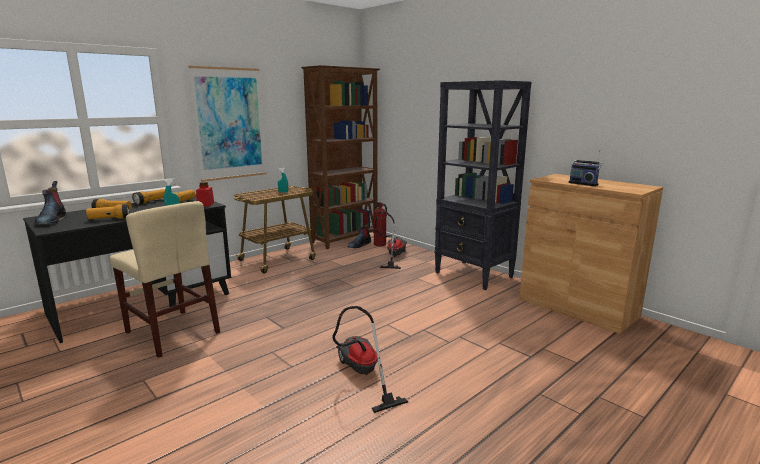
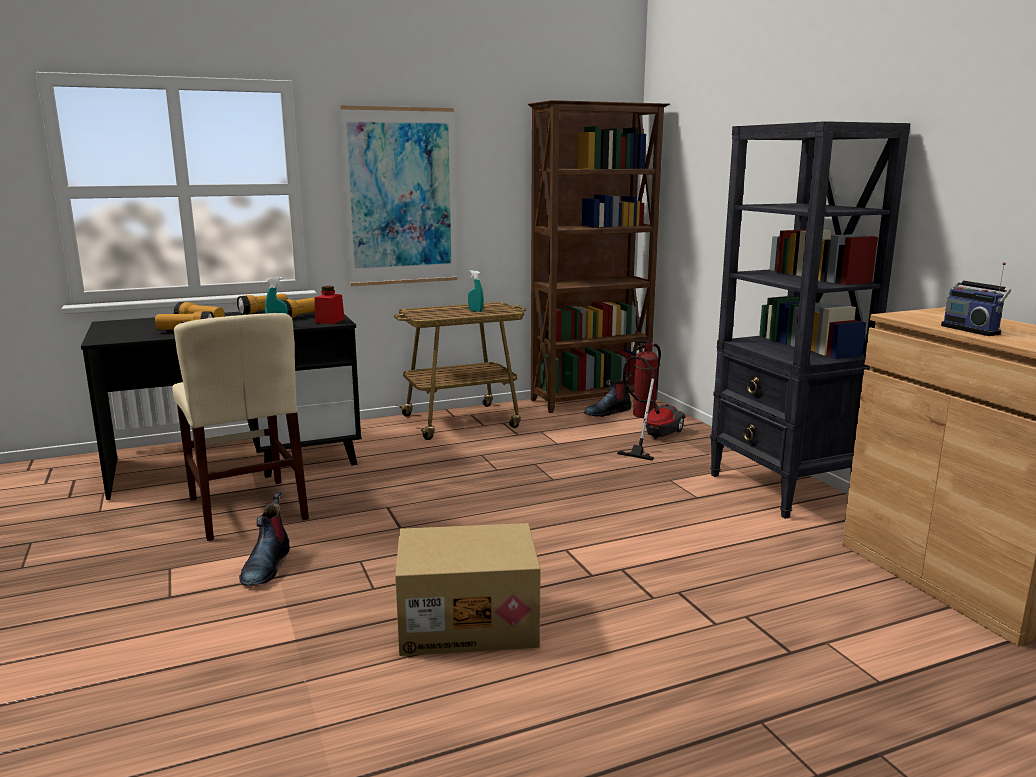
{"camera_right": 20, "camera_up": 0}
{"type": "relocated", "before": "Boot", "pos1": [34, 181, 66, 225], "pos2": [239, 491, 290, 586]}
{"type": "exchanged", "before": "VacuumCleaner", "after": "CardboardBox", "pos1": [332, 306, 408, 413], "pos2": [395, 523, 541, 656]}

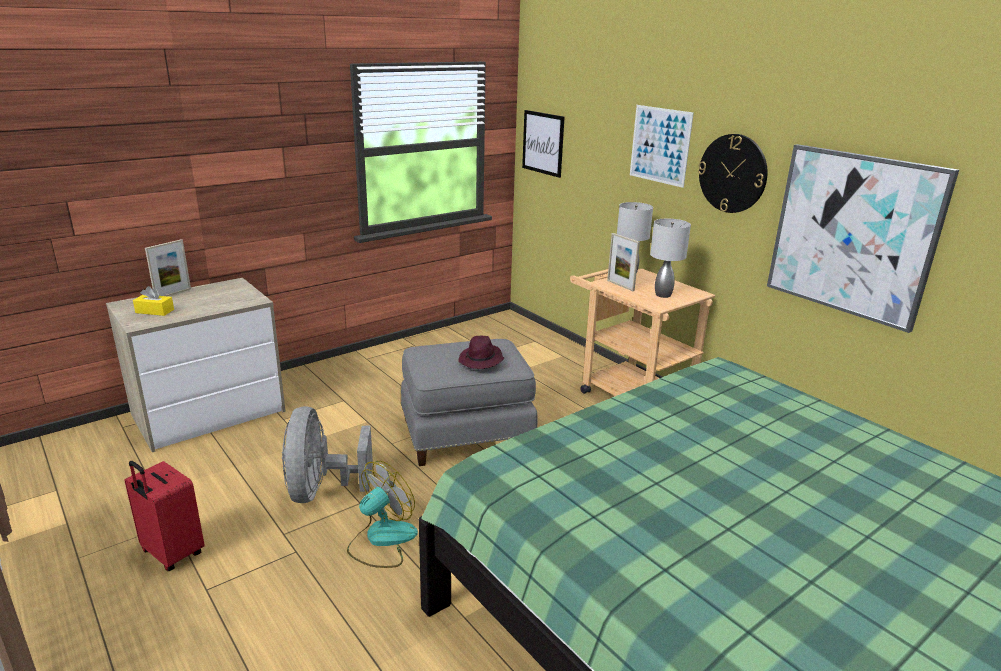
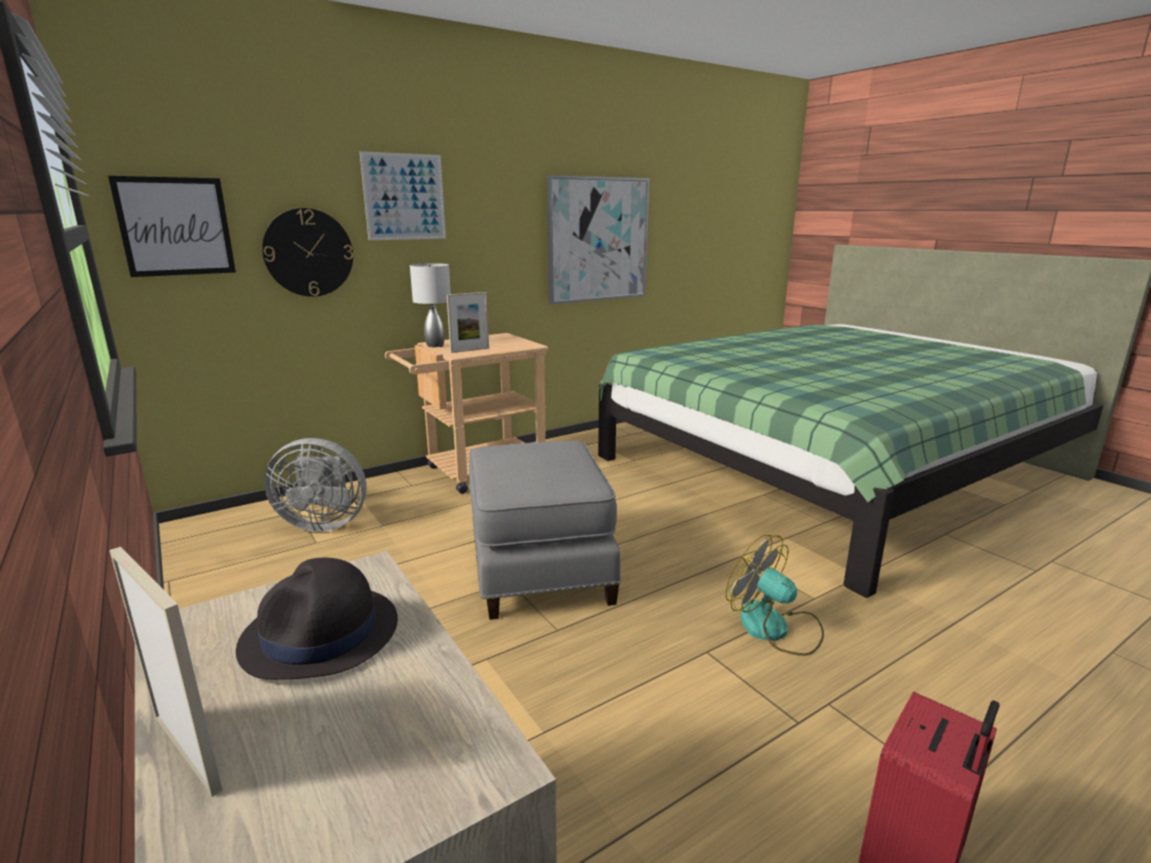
{"camera_right": -85, "camera_up": -5}
{"type": "appeared", "after": "BlackHat", "pos2": [236, 558, 398, 680]}
{"type": "relocated", "before": "WallClock", "pos1": [698, 134, 768, 213], "pos2": [262, 208, 353, 297]}
{"type": "relocated", "before": "GreyFan", "pos1": [282, 406, 373, 503], "pos2": [264, 438, 367, 532]}
{"type": "missing", "before": "YellowTissueBox", "pos1": [133, 286, 174, 316]}
{"type": "missing", "before": "PurpleHat", "pos1": [458, 336, 504, 369]}
{"type": "missing", "before": "GreyTableLamp", "pos1": [650, 219, 691, 298]}

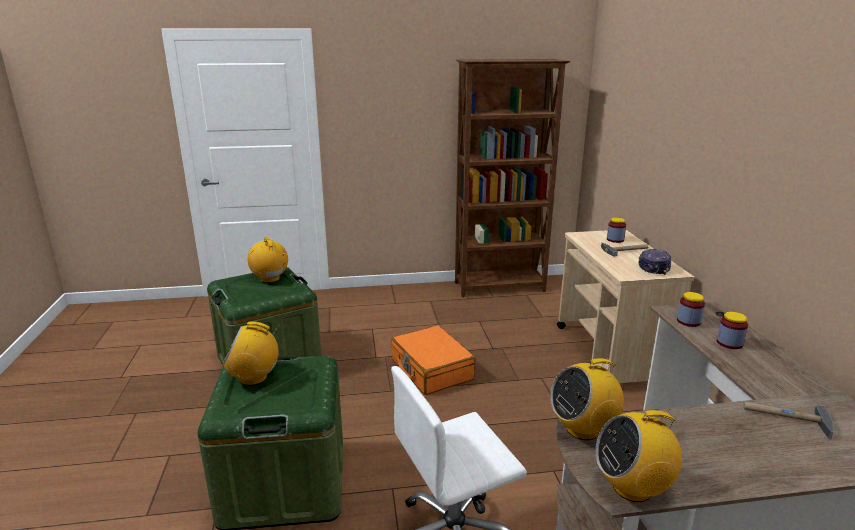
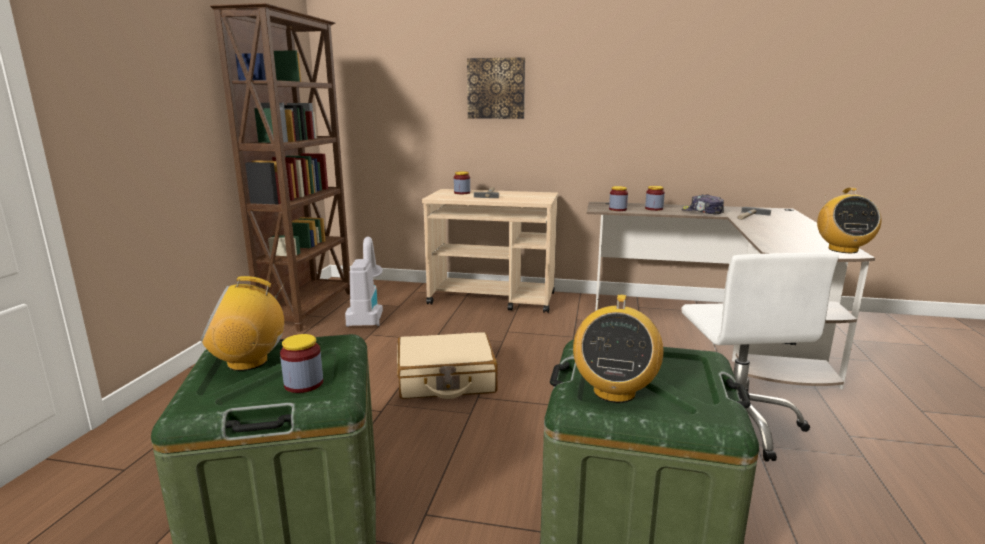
{"camera_right": -70, "camera_up": -5}
{"type": "appeared", "after": "Jar", "pos2": [280, 334, 323, 393]}
{"type": "appeared", "after": "VacuumCleaner", "pos2": [345, 237, 383, 327]}
{"type": "colour", "before": "OrangeSuitcase", "after": "BeigeSuitcase", "pos1": [391, 325, 476, 395], "pos2": [397, 332, 498, 399]}
{"type": "appeared", "after": "Picture", "pos2": [467, 57, 525, 119]}
{"type": "relocated", "before": "Cap", "pos1": [638, 249, 671, 275], "pos2": [681, 194, 724, 214]}
{"type": "missing", "before": "Radio", "pos1": [550, 357, 624, 440]}

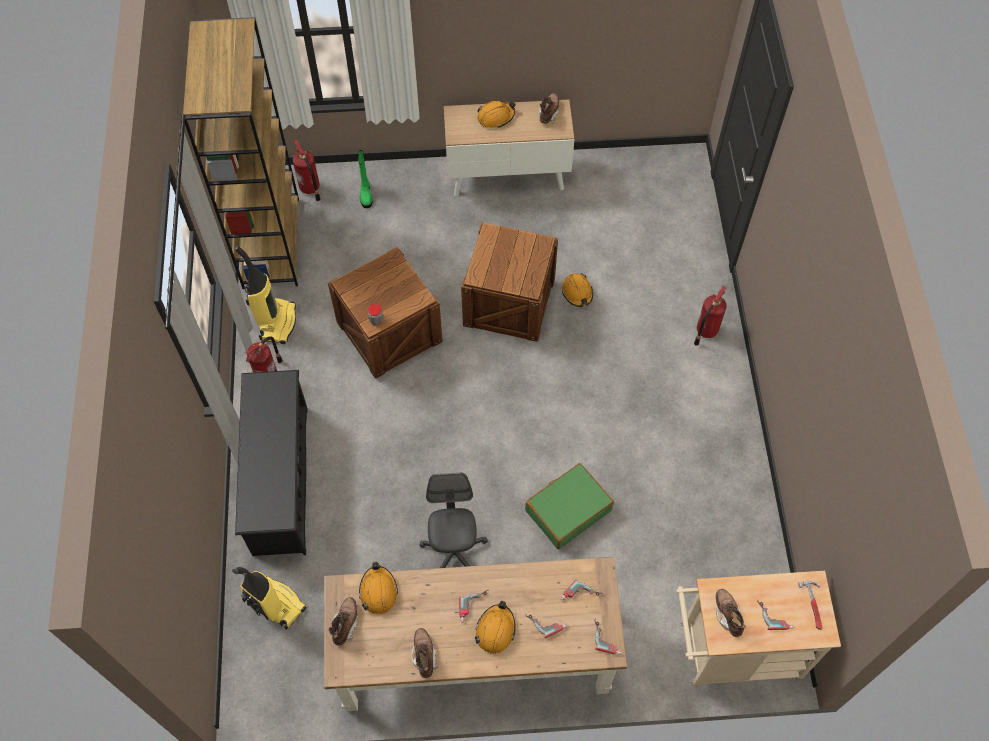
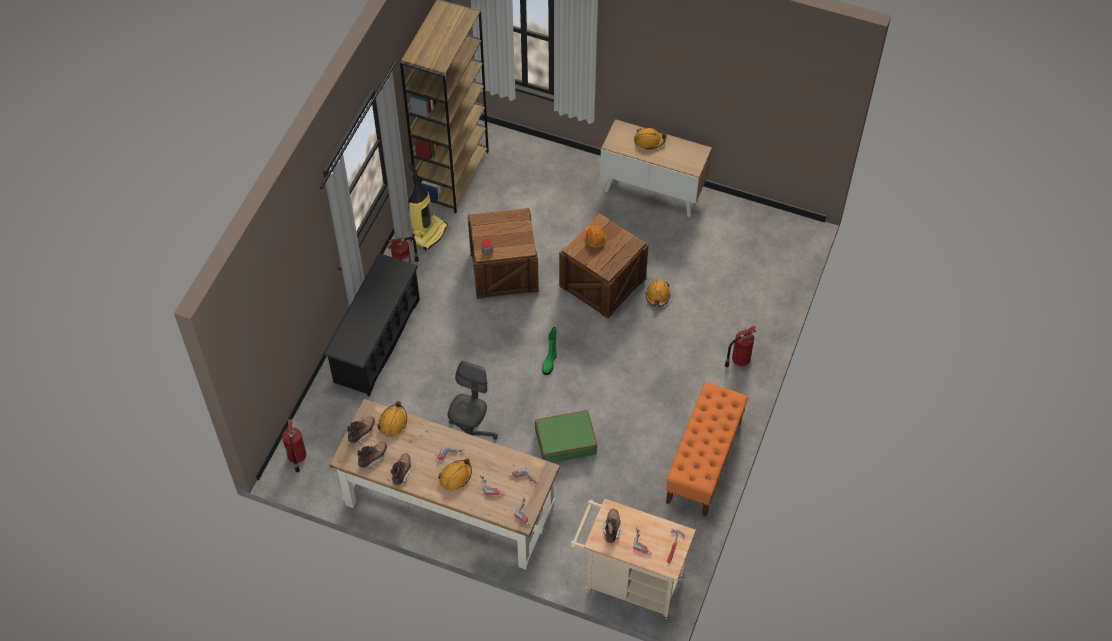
{"camera_right": 25, "camera_up": -5}
{"type": "relocated", "before": "FireExtinguisher", "pos1": [293, 140, 321, 201], "pos2": [282, 419, 306, 473]}
{"type": "relocated", "before": "BrownBoot", "pos1": [539, 93, 560, 124], "pos2": [357, 442, 387, 469]}
{"type": "relocated", "before": "GreenBoot", "pos1": [358, 150, 373, 208], "pos2": [542, 327, 557, 375]}
{"type": "appeared", "after": "OrangeHardHat", "pos2": [585, 225, 606, 248]}
{"type": "appeared", "after": "OrangeBench", "pos2": [666, 383, 748, 517]}
{"type": "missing", "before": "VacuumCleaner", "pos1": [232, 567, 306, 630]}

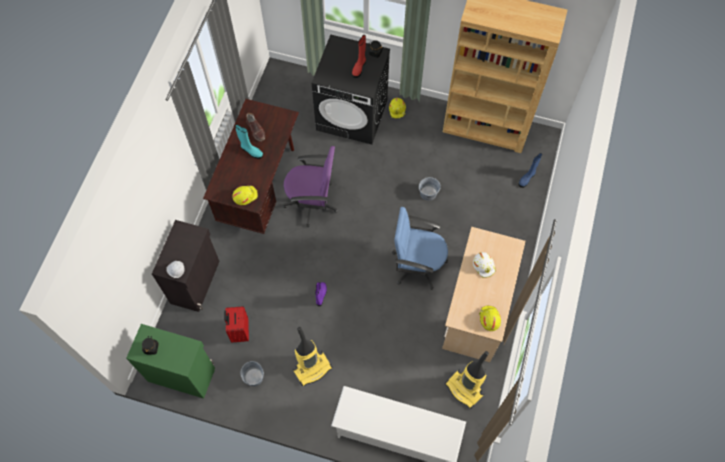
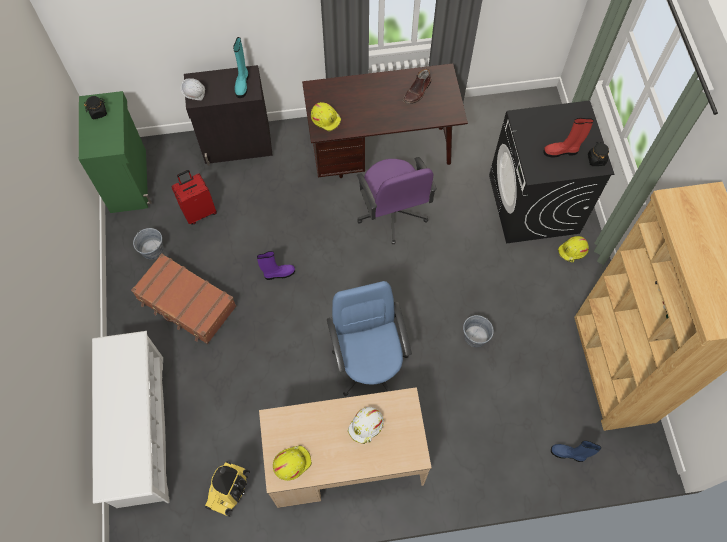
{"camera_right": 65, "camera_up": 0}
{"type": "exchanged", "before": "VacuumCleaner", "after": "BrownSuitcase", "pos1": [293, 327, 333, 386], "pos2": [131, 253, 236, 344]}
{"type": "relocated", "before": "TurquoiseBoot", "pos1": [235, 125, 263, 159], "pos2": [233, 37, 249, 98]}

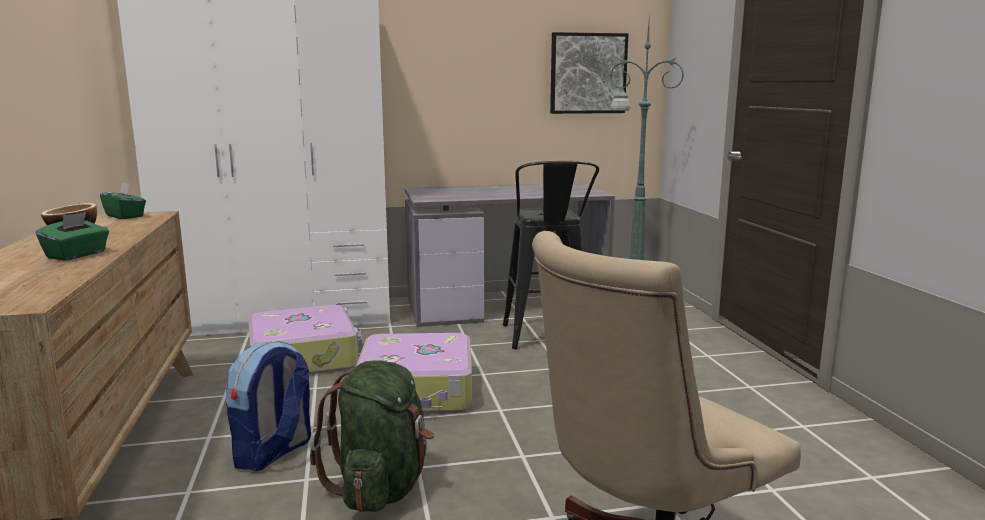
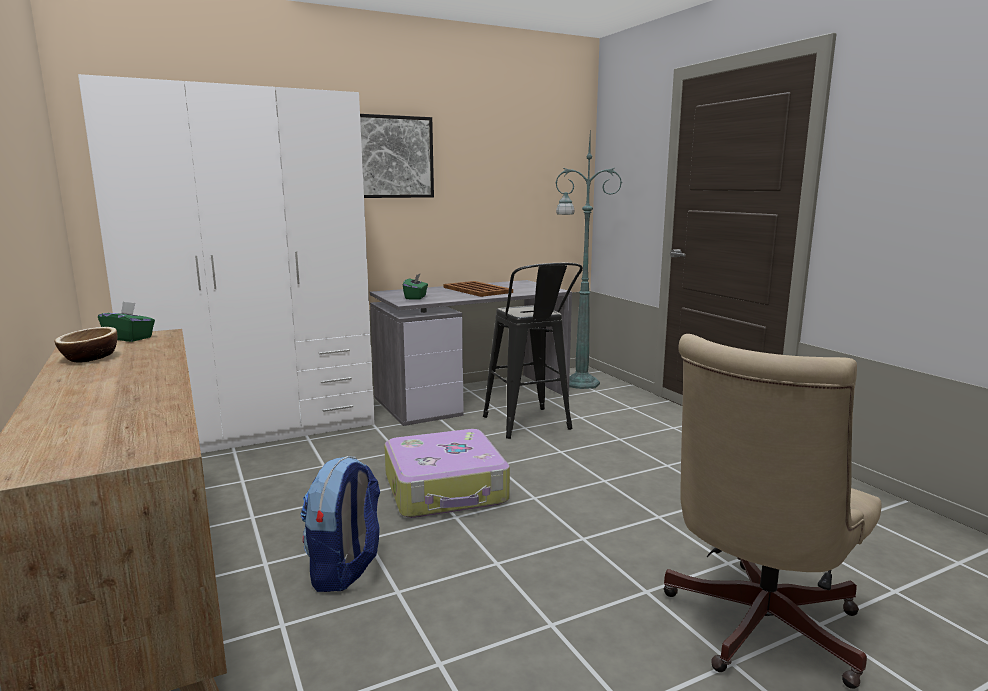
{"camera_right": -15, "camera_up": 0}
{"type": "relocated", "before": "Picture", "pos1": [550, 32, 628, 114], "pos2": [360, 114, 434, 198]}
{"type": "relocated", "before": "GreenTissueBox", "pos1": [36, 212, 109, 261], "pos2": [403, 273, 428, 300]}
{"type": "appeared", "after": "BrownTray", "pos2": [443, 281, 513, 297]}
{"type": "missing", "before": "Suitcase", "pos1": [249, 305, 362, 374]}
{"type": "missing", "before": "GreenBackpack", "pos1": [310, 360, 434, 512]}

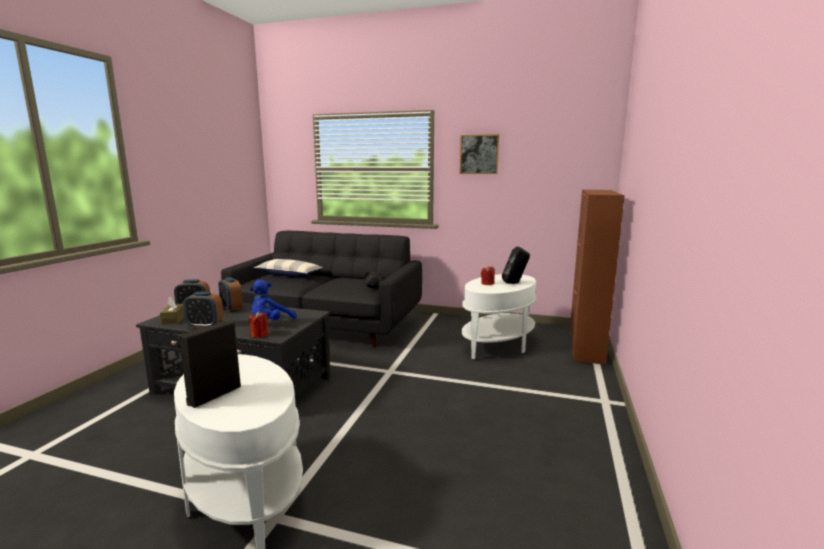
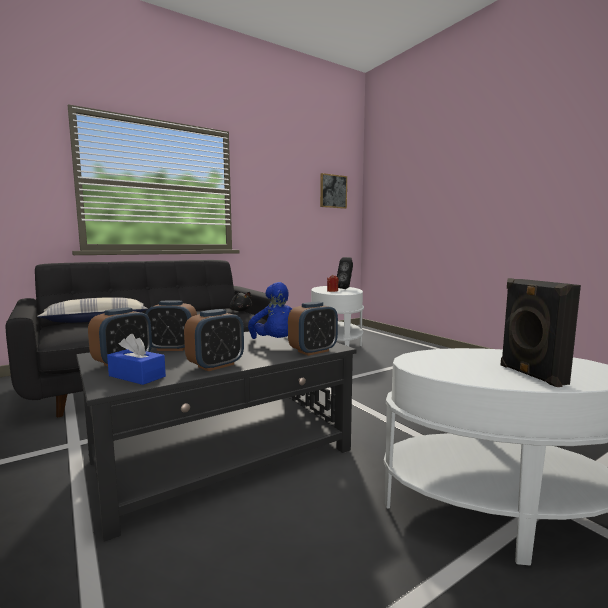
{"camera_right": -50, "camera_up": -5}
{"type": "colour", "before": "BrownTissueBox", "after": "BlueTissueBox", "pos1": [160, 297, 184, 325], "pos2": [107, 334, 166, 385]}
{"type": "exchanged", "before": "RedCandle", "after": "AlarmClock", "pos1": [249, 311, 269, 338], "pos2": [288, 302, 338, 356]}
{"type": "relocated", "before": "Picture", "pos1": [460, 134, 499, 174], "pos2": [320, 173, 347, 209]}
{"type": "missing", "before": "BrownCabinet", "pos1": [570, 190, 625, 365]}

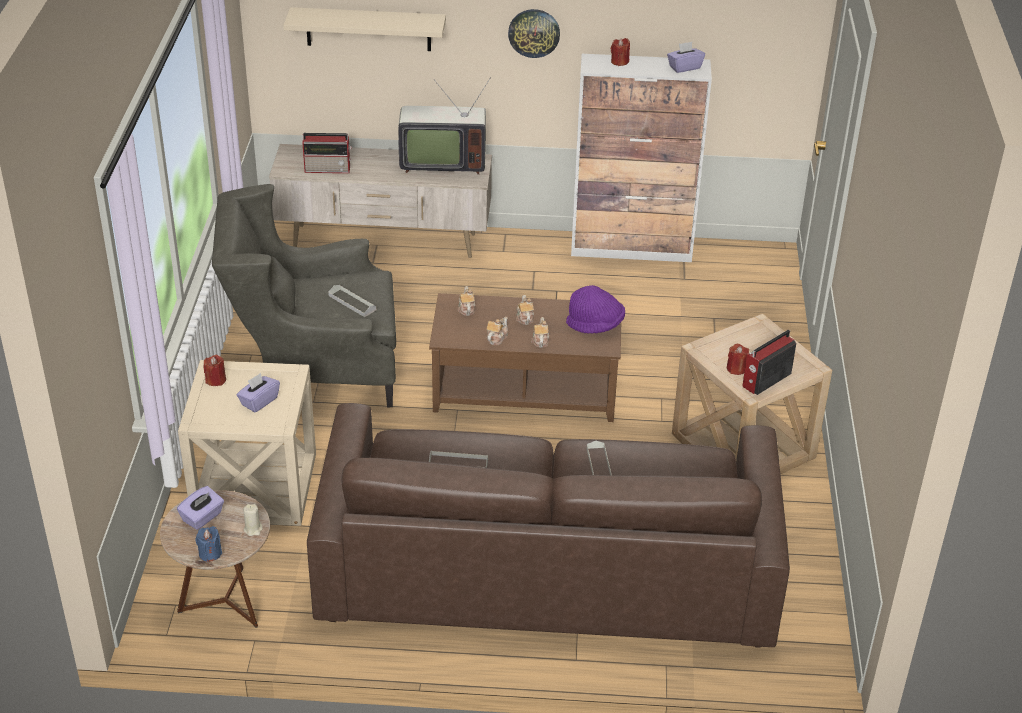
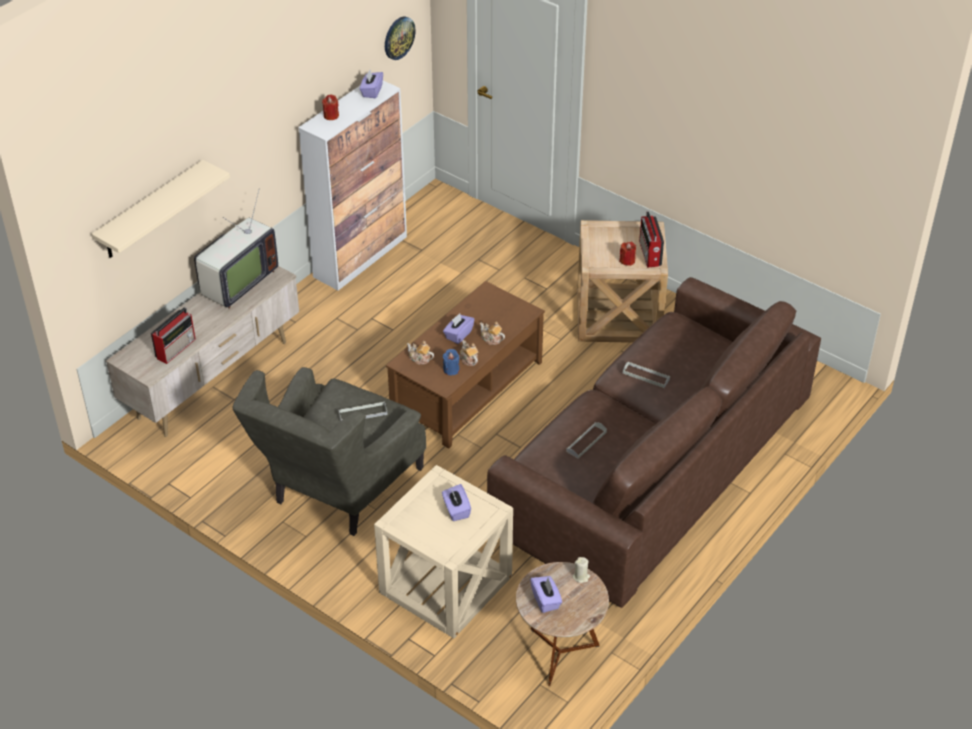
{"camera_right": -55, "camera_up": 5}
{"type": "relocated", "before": "WallClock", "pos1": [508, 9, 560, 58], "pos2": [385, 17, 416, 60]}
{"type": "exchanged", "before": "Teapot", "after": "PurpleTissueBox", "pos1": [516, 295, 534, 325], "pos2": [443, 313, 474, 344]}
{"type": "relocated", "before": "BlueCandle", "pos1": [195, 526, 222, 562], "pos2": [443, 349, 460, 376]}
{"type": "missing", "before": "RedCandle", "pos1": [204, 355, 226, 386]}
{"type": "missing", "before": "PurpleHat", "pos1": [566, 285, 625, 333]}

